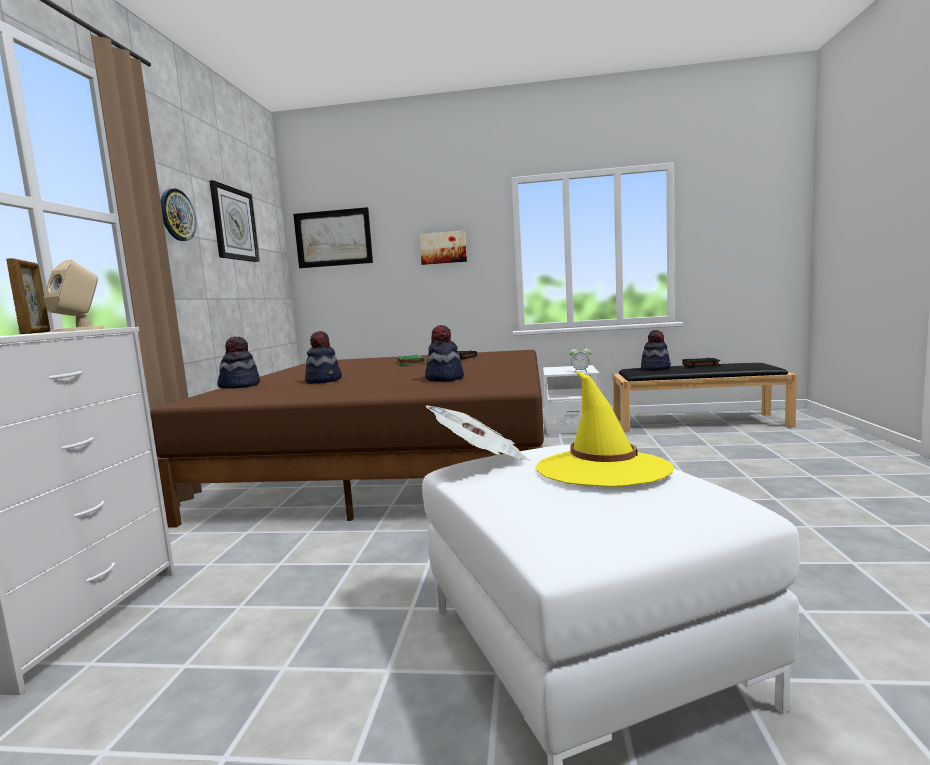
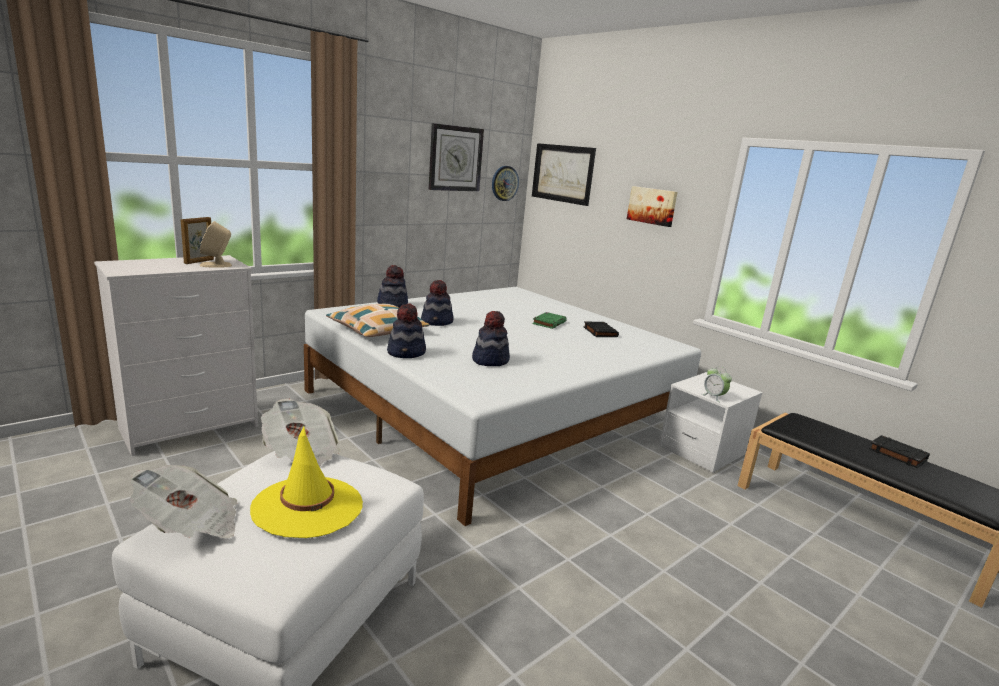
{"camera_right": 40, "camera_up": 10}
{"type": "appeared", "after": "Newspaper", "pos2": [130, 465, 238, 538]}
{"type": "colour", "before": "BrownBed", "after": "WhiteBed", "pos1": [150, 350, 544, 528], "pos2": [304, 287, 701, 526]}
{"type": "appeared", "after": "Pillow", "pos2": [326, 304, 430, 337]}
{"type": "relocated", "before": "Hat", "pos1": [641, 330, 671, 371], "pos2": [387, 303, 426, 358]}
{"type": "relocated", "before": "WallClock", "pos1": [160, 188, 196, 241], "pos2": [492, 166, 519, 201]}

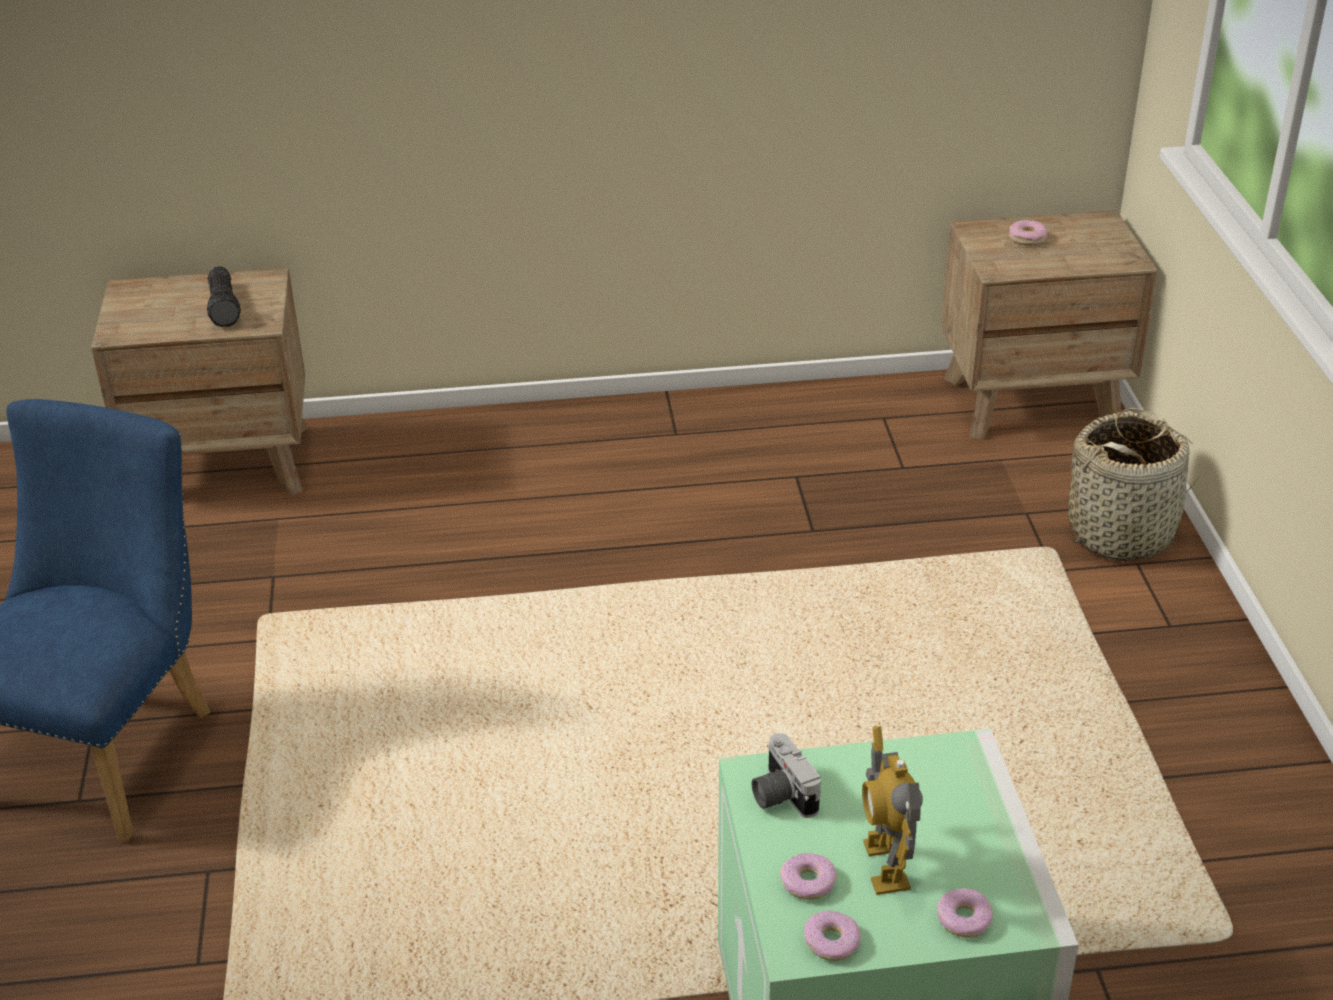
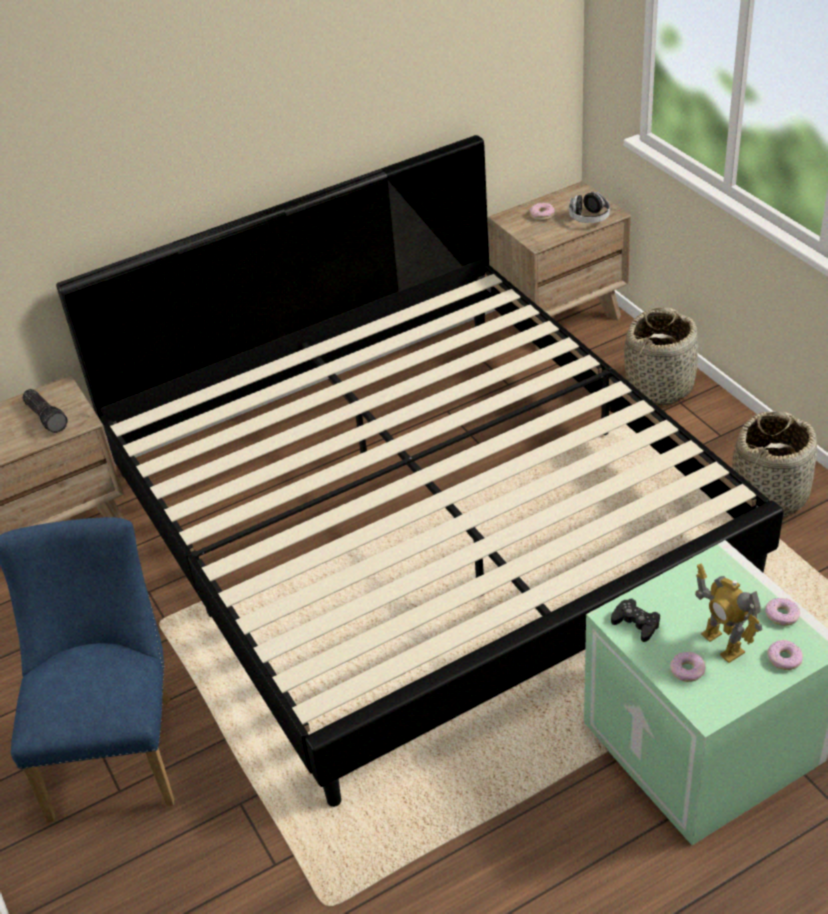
{"camera_right": -20, "camera_up": 5}
{"type": "appeared", "after": "Bed", "pos2": [56, 135, 784, 807]}
{"type": "appeared", "after": "Headphones", "pos2": [569, 192, 610, 223]}
{"type": "exchanged", "before": "PhotoCamera", "after": "BlackGameController", "pos1": [752, 733, 821, 818], "pos2": [611, 599, 660, 642]}
{"type": "appeared", "after": "Basket", "pos2": [732, 412, 817, 518]}
{"type": "relocated", "before": "Donut", "pos1": [804, 910, 861, 961], "pos2": [765, 598, 800, 626]}

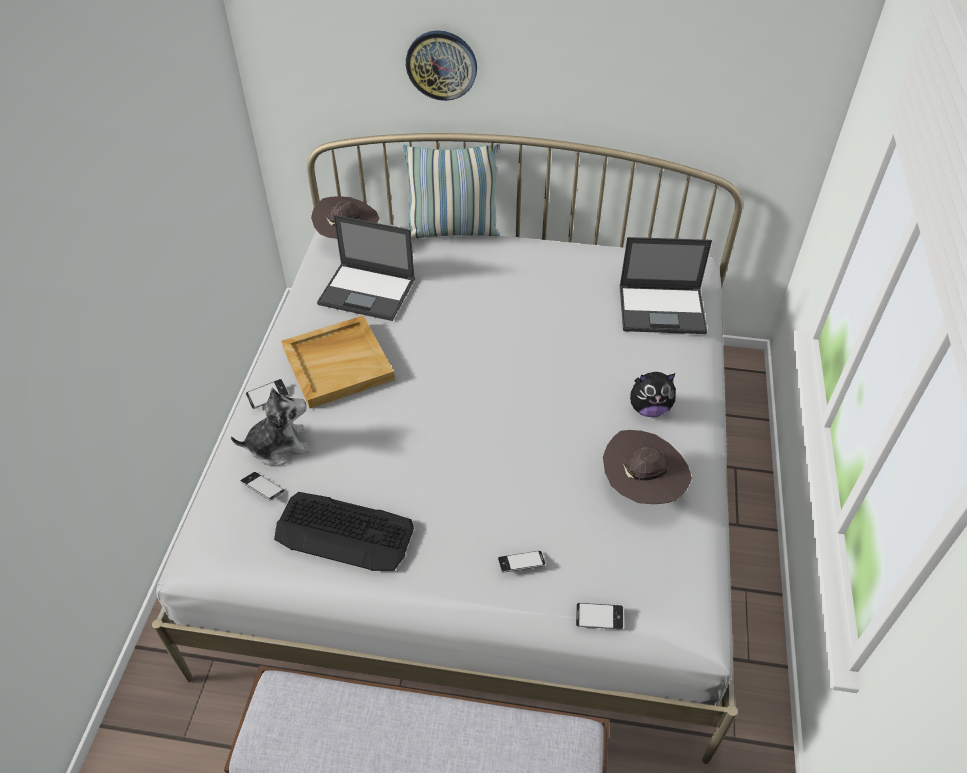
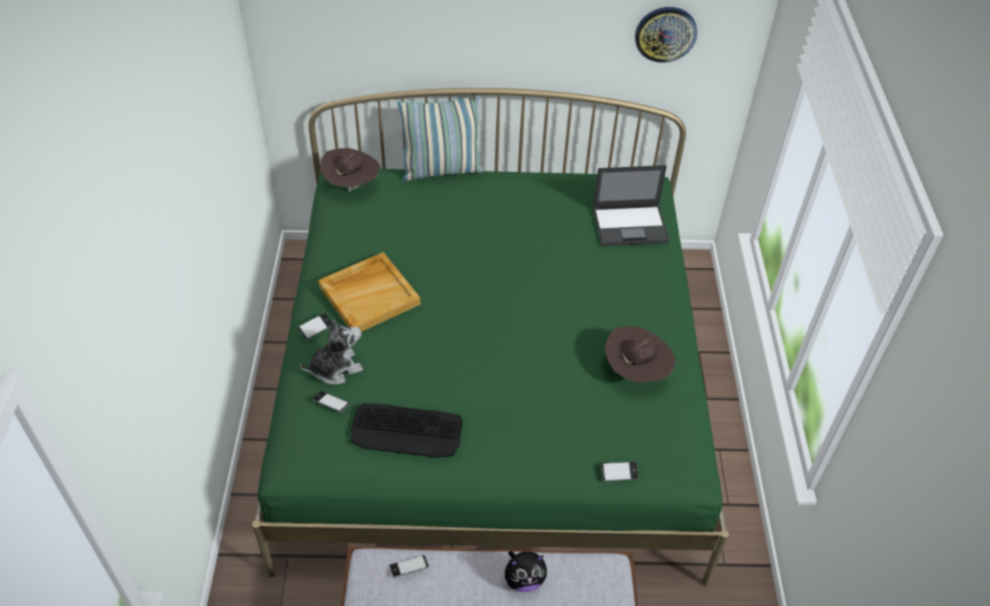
{"camera_right": -10, "camera_up": 0}
{"type": "colour", "before": "WhiteBed", "after": "GreenBed", "pos1": [152, 133, 743, 764], "pos2": [252, 88, 729, 586]}
{"type": "relocated", "before": "Phone", "pos1": [498, 551, 546, 572], "pos2": [390, 555, 429, 578]}
{"type": "relocated", "before": "PlushToy", "pos1": [630, 372, 676, 417], "pos2": [505, 551, 547, 592]}
{"type": "relocated", "before": "WallClock", "pos1": [406, 31, 477, 101], "pos2": [635, 7, 697, 63]}
{"type": "missing", "before": "Laptop", "pos1": [317, 215, 415, 321]}

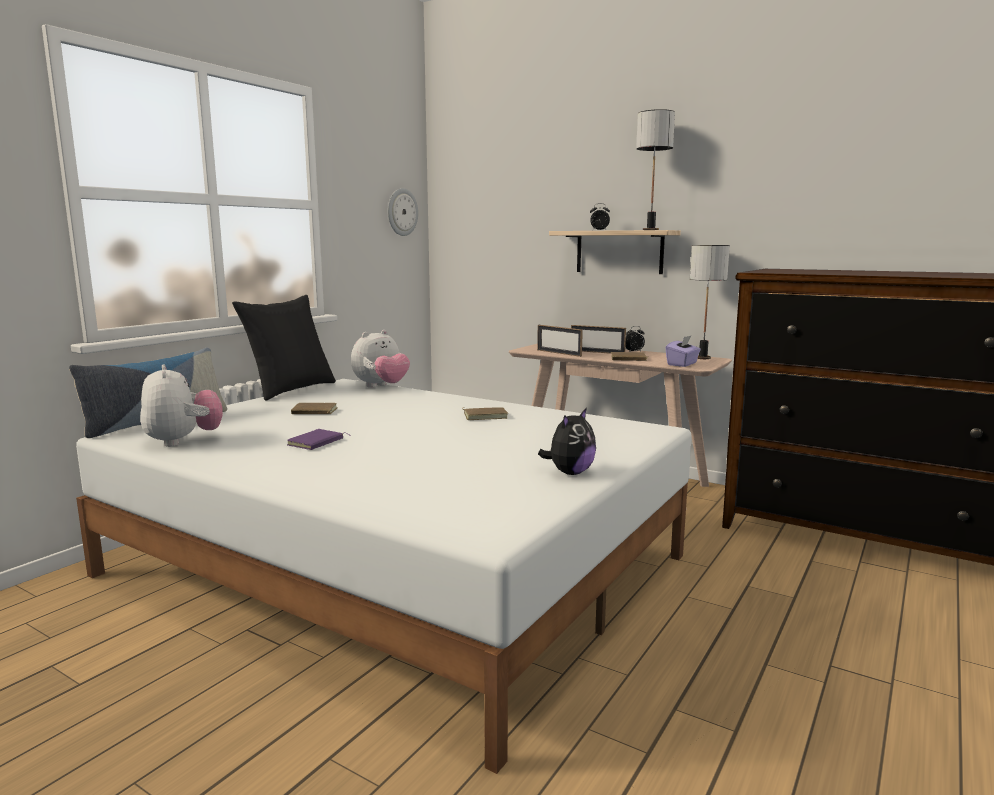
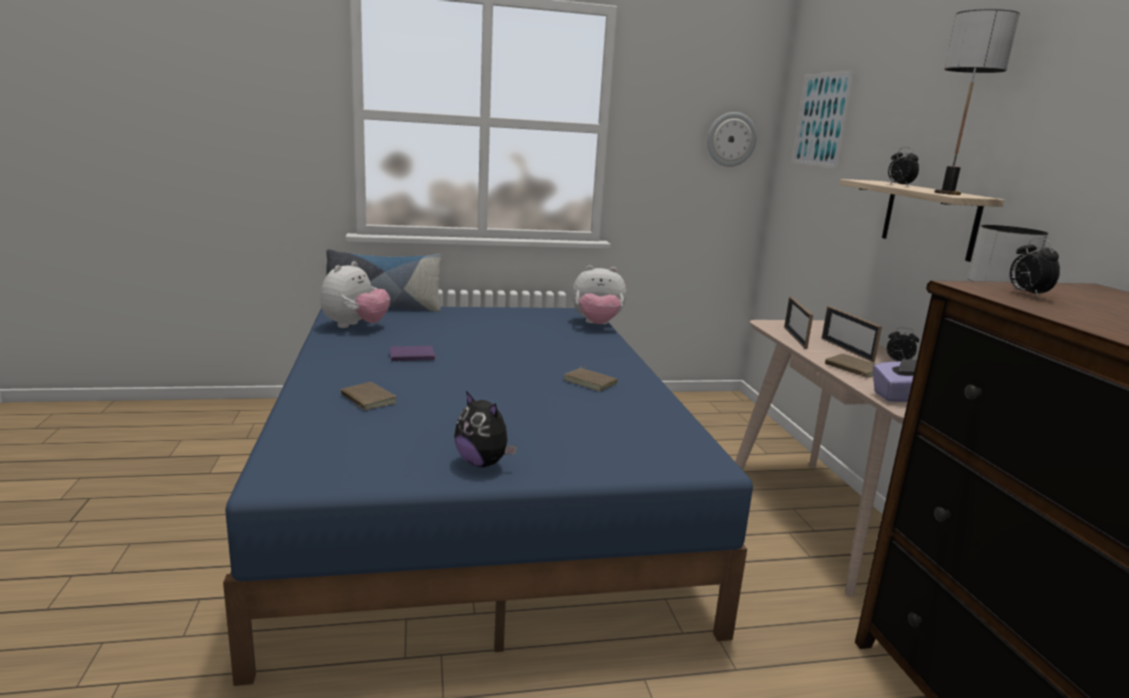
{"camera_right": 45, "camera_up": 5}
{"type": "colour", "before": "WhiteBed", "after": "BlueBed", "pos1": [76, 379, 692, 774], "pos2": [223, 307, 753, 686]}
{"type": "relocated", "before": "BrownBook", "pos1": [291, 403, 337, 414], "pos2": [341, 382, 397, 410]}
{"type": "spun", "before": "PlushToy", "pos1": [538, 408, 596, 475], "pos2": [454, 391, 517, 467], "turn": 45}
{"type": "appeared", "after": "Picture", "pos2": [791, 70, 855, 169]}
{"type": "appeared", "after": "AlarmClock", "pos2": [1010, 237, 1060, 297]}
{"type": "missing", "before": "BlackPillow", "pos1": [232, 295, 336, 401]}

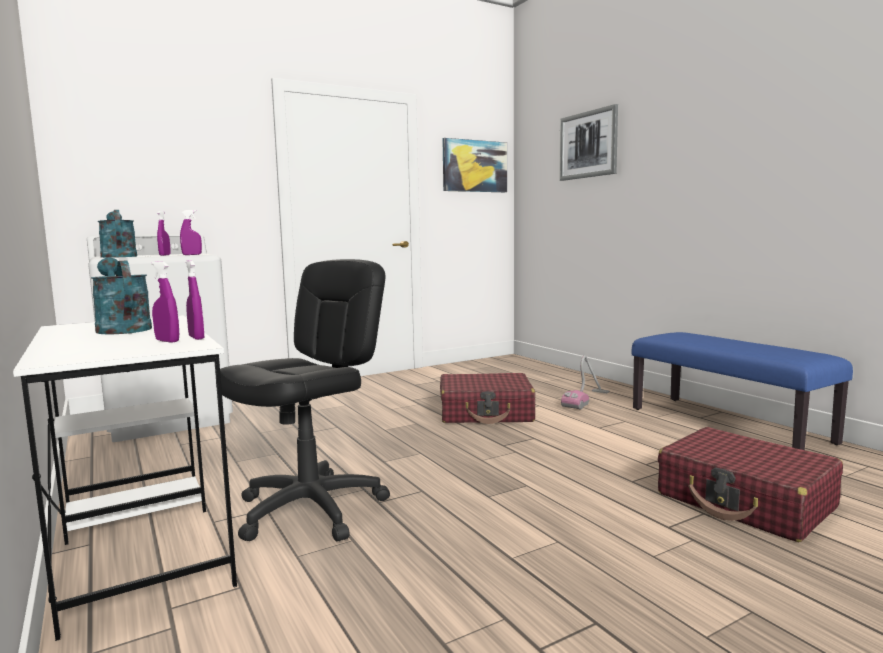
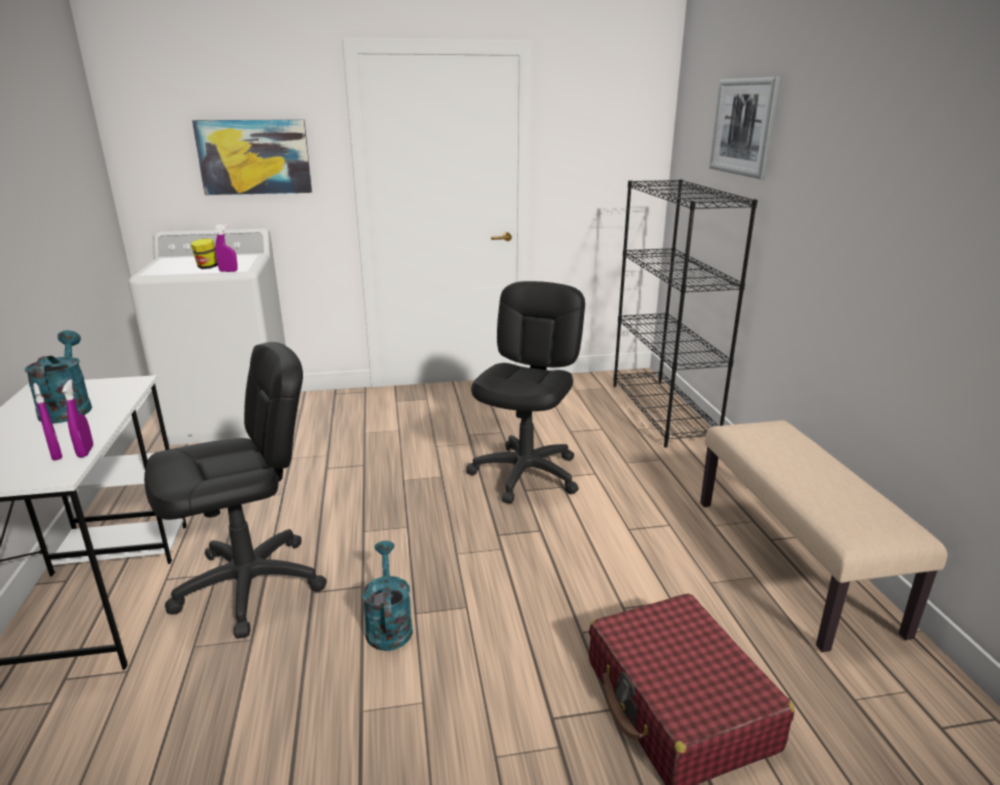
{"camera_right": 20, "camera_up": 15}
{"type": "exchanged", "before": "PurpleSprayBottle", "after": "Jar", "pos1": [157, 211, 171, 256], "pos2": [191, 238, 218, 269]}
{"type": "relocated", "before": "Picture", "pos1": [442, 138, 507, 192], "pos2": [192, 120, 312, 195]}
{"type": "relocated", "before": "TurquoiseWateringCan", "pos1": [98, 210, 137, 258], "pos2": [363, 541, 413, 651]}
{"type": "exchanged", "before": "RedSuitcase", "after": "BlackOfficeChair", "pos1": [440, 373, 535, 424], "pos2": [466, 281, 585, 504]}
{"type": "appeared", "after": "BlackBookcase", "pos2": [613, 179, 758, 448]}
{"type": "colour", "before": "BlueBench", "after": "BeigeBench", "pos1": [632, 332, 853, 450], "pos2": [700, 420, 947, 652]}
{"type": "missing", "before": "VacuumCleaner", "pos1": [561, 355, 610, 410]}

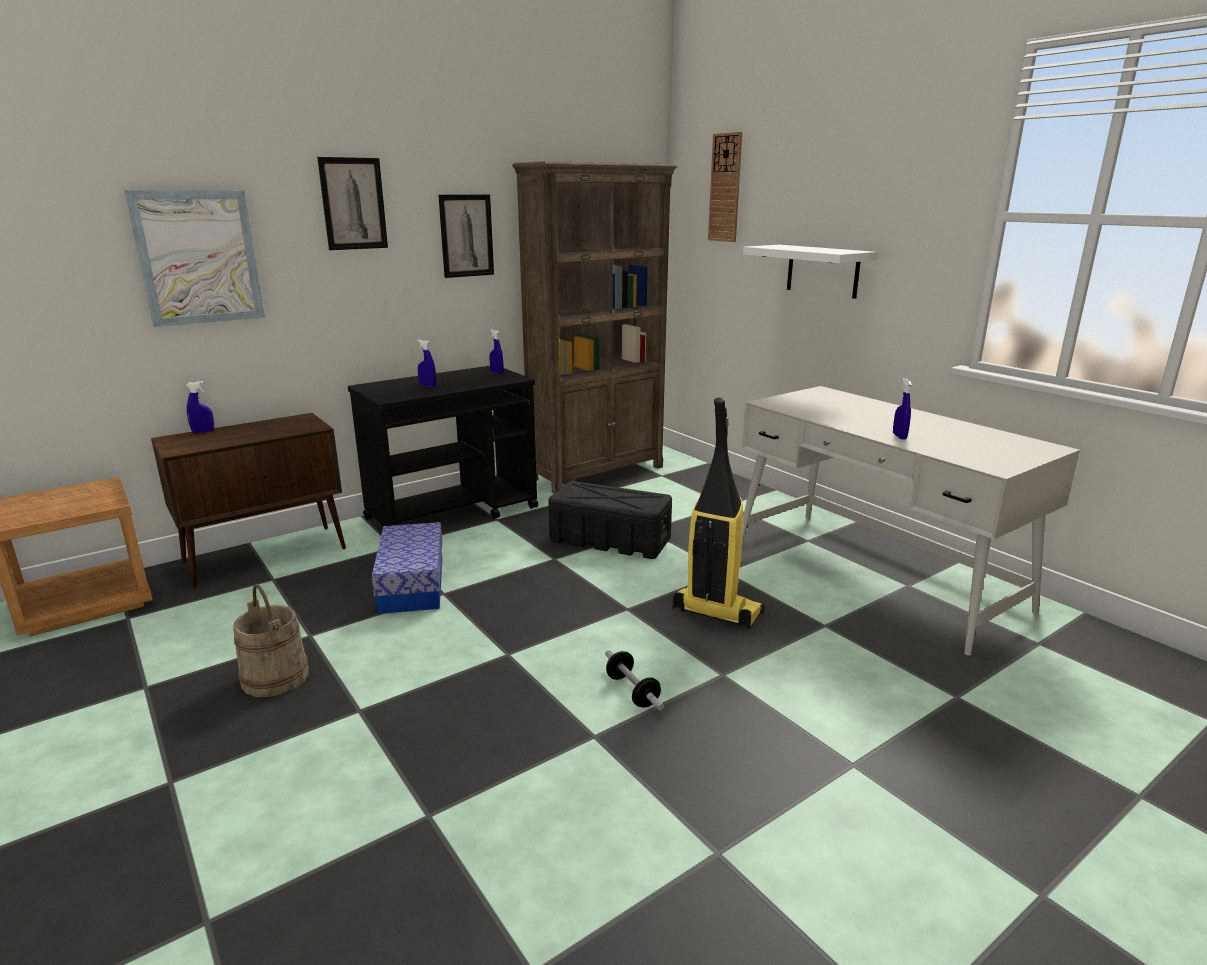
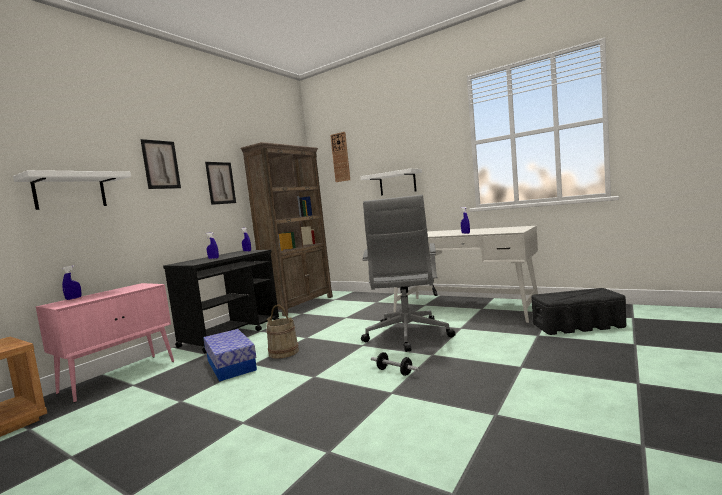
{"camera_right": -20, "camera_up": -15}
{"type": "exchanged", "before": "Picture", "after": "WhiteShelf", "pos1": [125, 190, 265, 327], "pos2": [13, 170, 131, 210]}
{"type": "colour", "before": "BrownCabinet", "after": "PinkCabinet", "pos1": [151, 413, 346, 588], "pos2": [36, 283, 174, 403]}
{"type": "relocated", "before": "BeigeBucket", "pos1": [233, 584, 309, 697], "pos2": [266, 305, 299, 359]}
{"type": "exchanged", "before": "VacuumCleaner", "after": "GreyOfficeChair", "pos1": [672, 397, 765, 630], "pos2": [361, 195, 455, 352]}
{"type": "relocated", "before": "BlackStorageBox", "pos1": [548, 481, 672, 559], "pos2": [531, 288, 626, 335]}

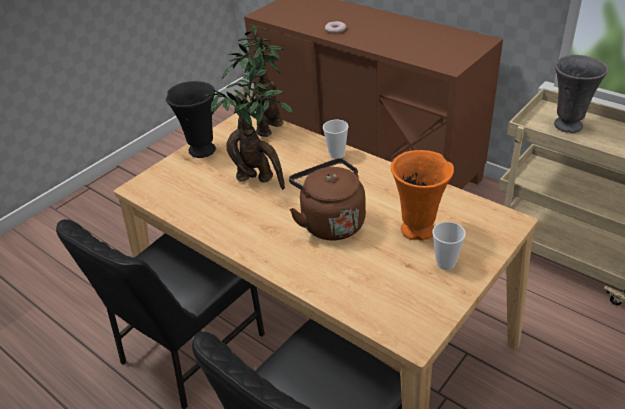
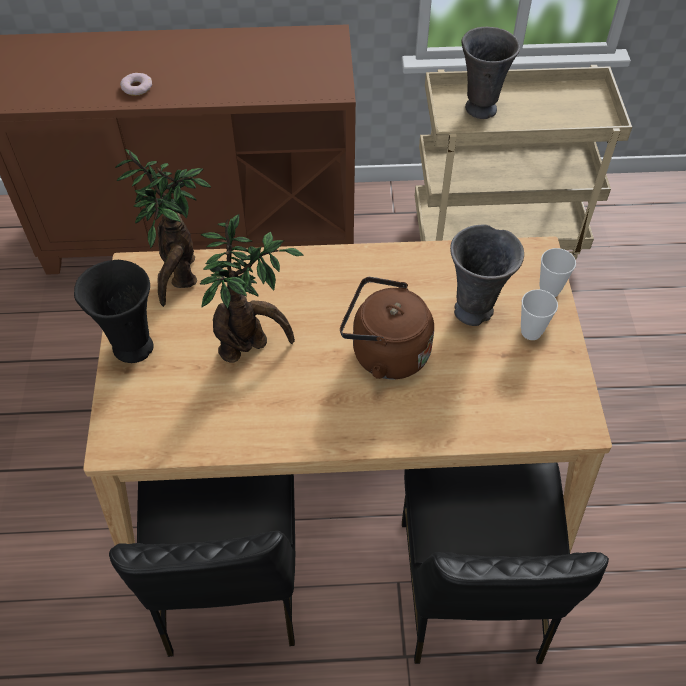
{"camera_right": -45, "camera_up": 15}
{"type": "colour", "before": "OrangeVase", "after": "GreyVase", "pos1": [391, 150, 454, 241], "pos2": [450, 224, 524, 326]}
{"type": "relocated", "before": "Cup", "pos1": [323, 120, 348, 159], "pos2": [540, 248, 576, 297]}

